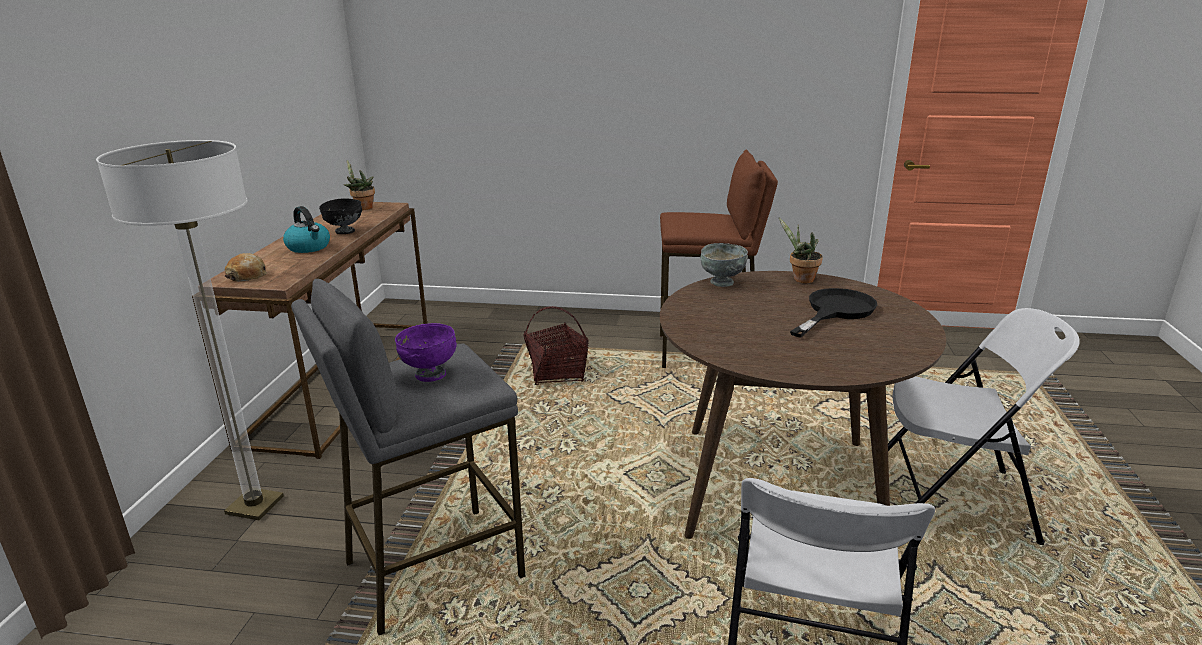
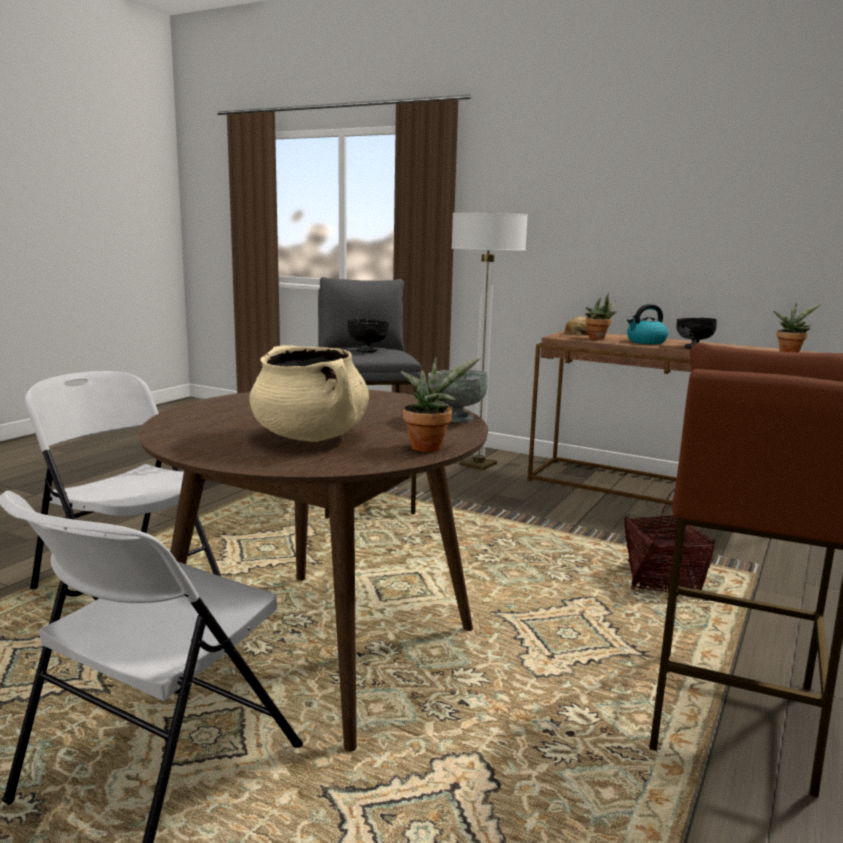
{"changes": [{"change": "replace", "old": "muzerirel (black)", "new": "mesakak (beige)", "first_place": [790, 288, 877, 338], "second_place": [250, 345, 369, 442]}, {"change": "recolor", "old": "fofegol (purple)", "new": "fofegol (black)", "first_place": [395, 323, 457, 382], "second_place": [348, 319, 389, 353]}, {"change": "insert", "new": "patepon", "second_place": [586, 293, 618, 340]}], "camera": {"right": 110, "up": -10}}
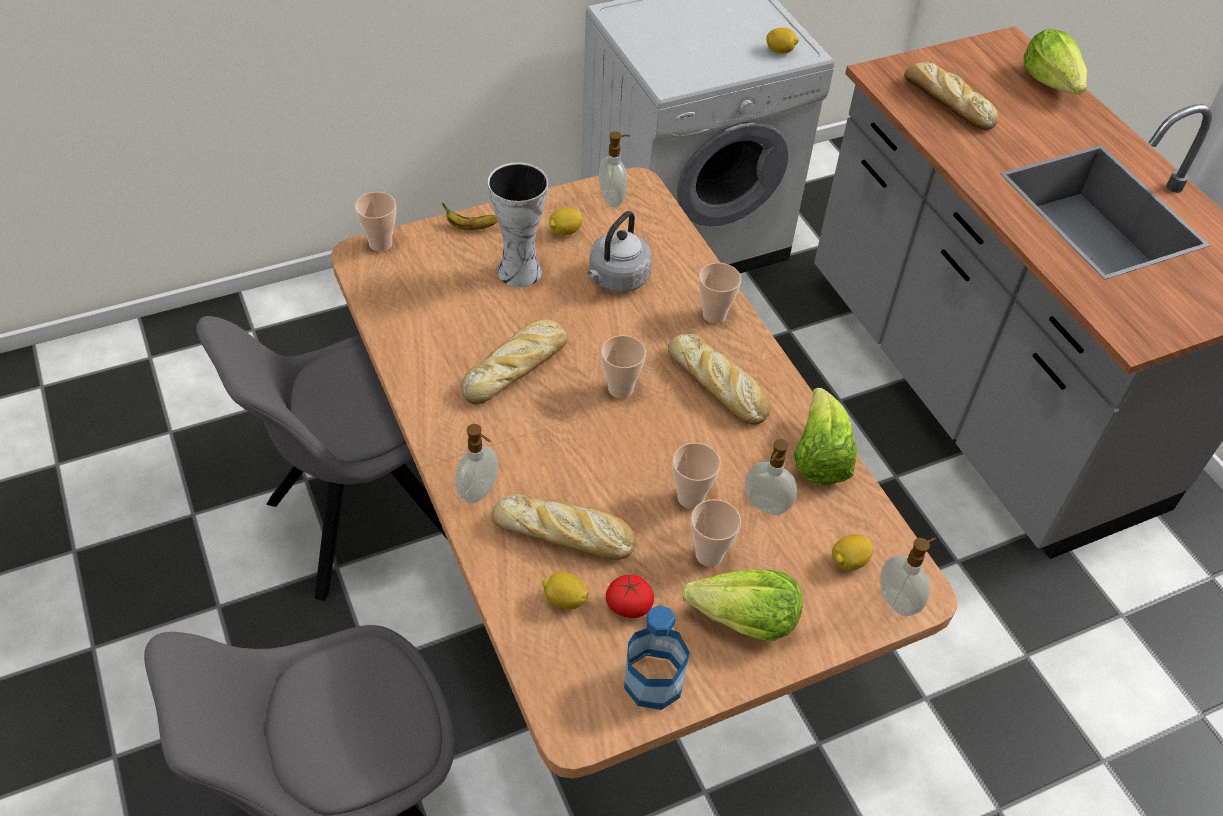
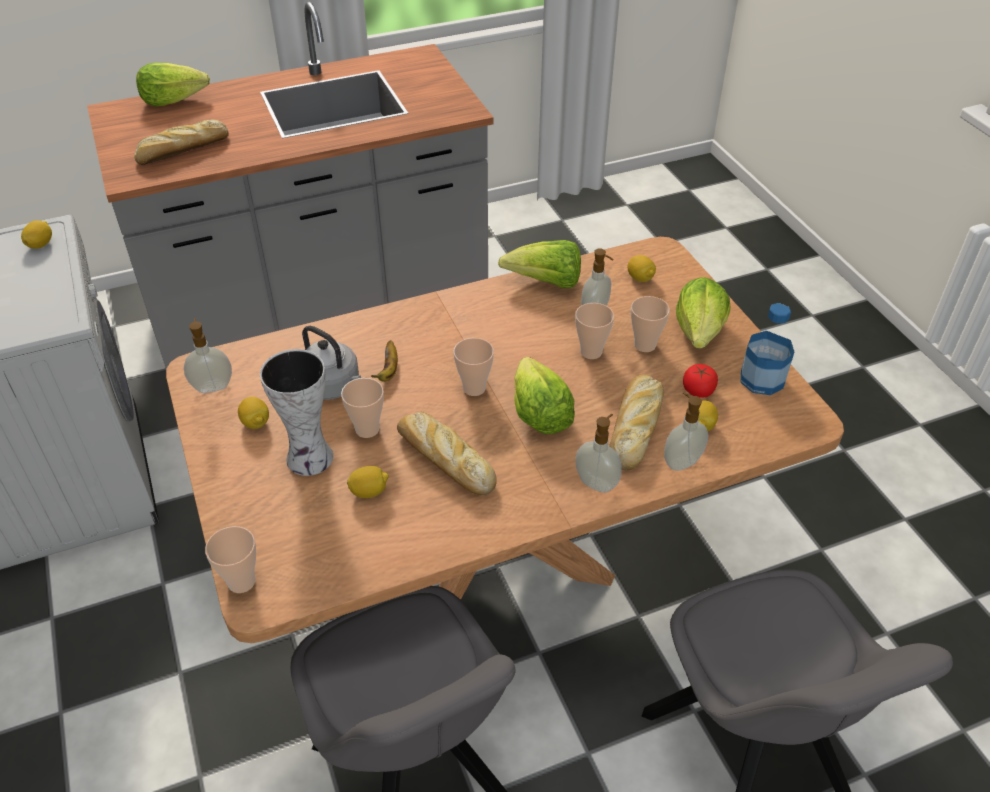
{"changes": [{"change": "move", "old": "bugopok", "first_place": [442, 203, 498, 230], "second_place": [371, 340, 398, 382]}, {"change": "move", "old": "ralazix", "first_place": [699, 263, 741, 324], "second_place": [341, 378, 384, 438]}, {"change": "delete", "old": "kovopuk", "first_place": [668, 334, 770, 425]}, {"change": "move", "old": "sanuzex", "first_place": [880, 537, 937, 616], "second_place": [664, 392, 709, 471]}, {"change": "insert", "new": "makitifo", "second_place": [514, 357, 575, 434]}, {"change": "insert", "new": "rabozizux", "second_place": [347, 466, 389, 498]}], "camera": {"right": -85, "up": -5}}
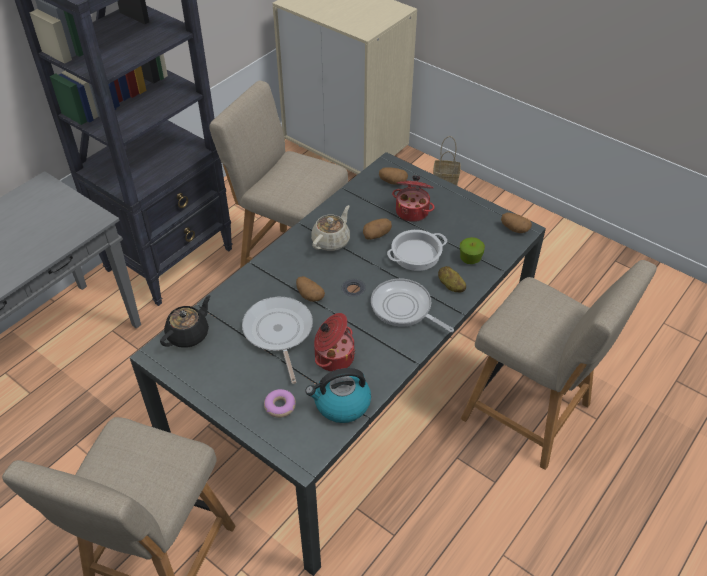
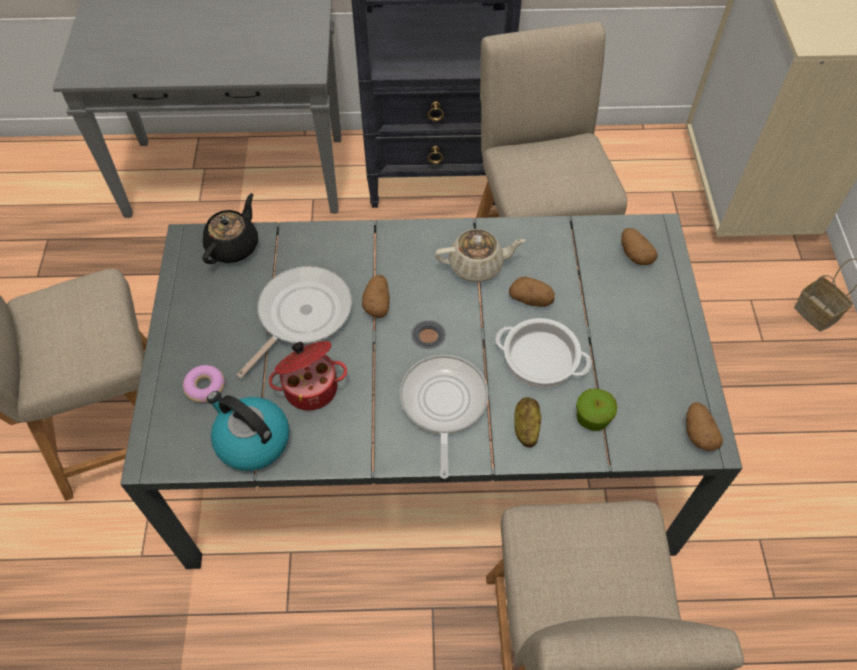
{"changes": [{"change": "delete", "old": "mesakak", "first_place": [392, 176, 435, 222]}, {"change": "rotate", "old": "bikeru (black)", "first_place": [160, 295, 211, 348], "second_place": [202, 193, 258, 264], "degrees": -60}], "camera": {"right": 50, "up": 10}}
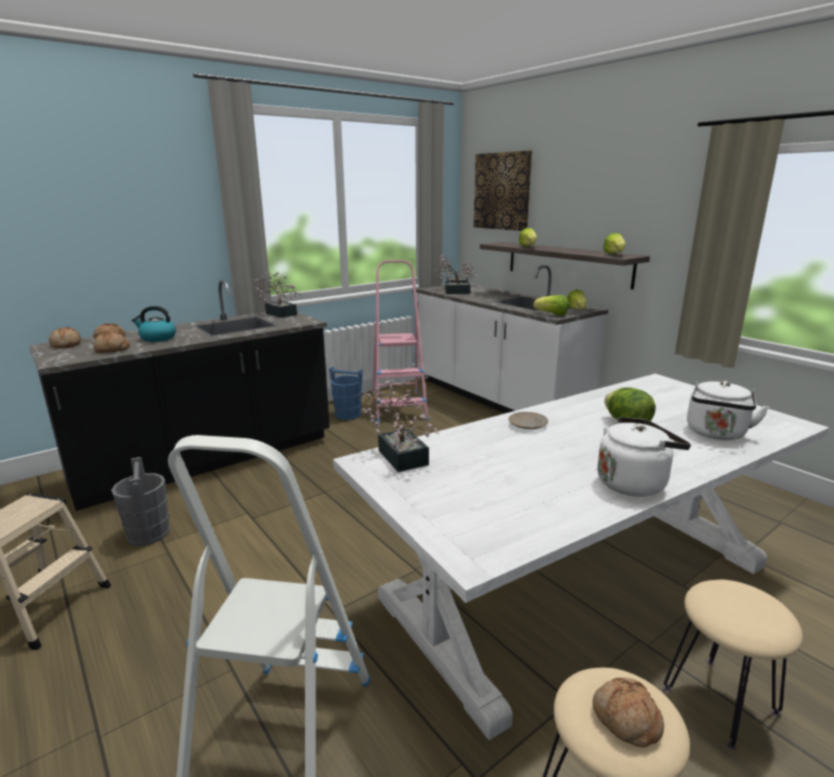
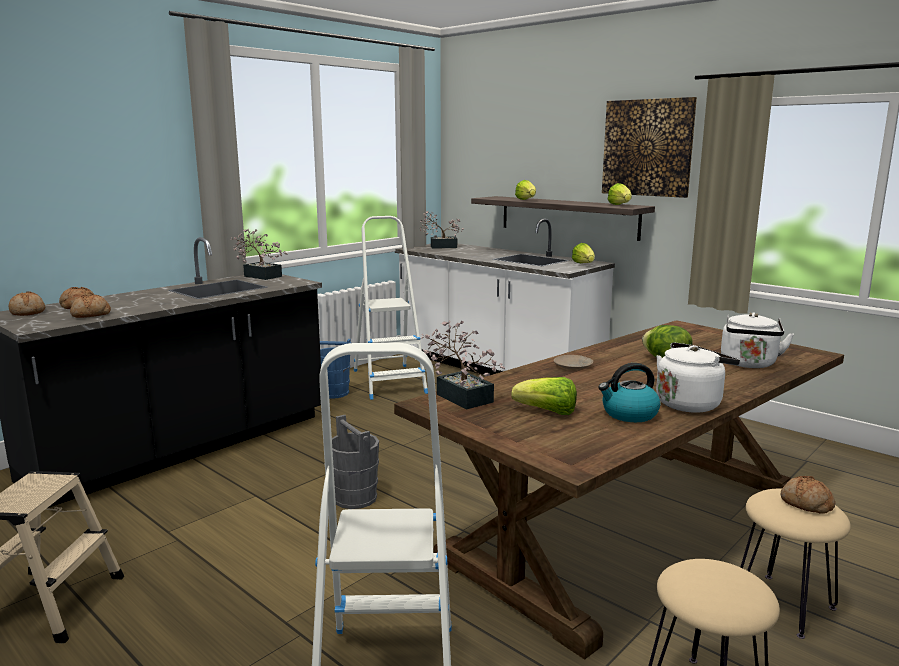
{"changes": [{"change": "move", "old": "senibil", "first_place": [474, 150, 532, 231], "second_place": [602, 97, 697, 198]}, {"change": "delete", "old": "patepon", "first_place": [435, 258, 477, 294]}, {"change": "recolor", "old": "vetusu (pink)", "new": "vetusu (white)", "first_place": [372, 260, 429, 422], "second_place": [354, 216, 428, 400]}, {"change": "move", "old": "makitifo", "first_place": [533, 295, 569, 316], "second_place": [511, 377, 577, 415]}, {"change": "move", "old": "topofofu", "first_place": [132, 306, 176, 342], "second_place": [598, 363, 661, 422]}, {"change": "recolor", "old": "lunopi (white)", "new": "lunopi (brown)", "first_place": [333, 374, 829, 740], "second_place": [394, 320, 844, 660]}, {"change": "move", "old": "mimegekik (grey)", "first_place": [111, 457, 170, 546], "second_place": [332, 415, 379, 509]}, {"change": "move", "old": "kovopuk", "first_place": [592, 677, 664, 748], "second_place": [781, 476, 835, 514]}], "camera": {"right": -10, "up": -5}}
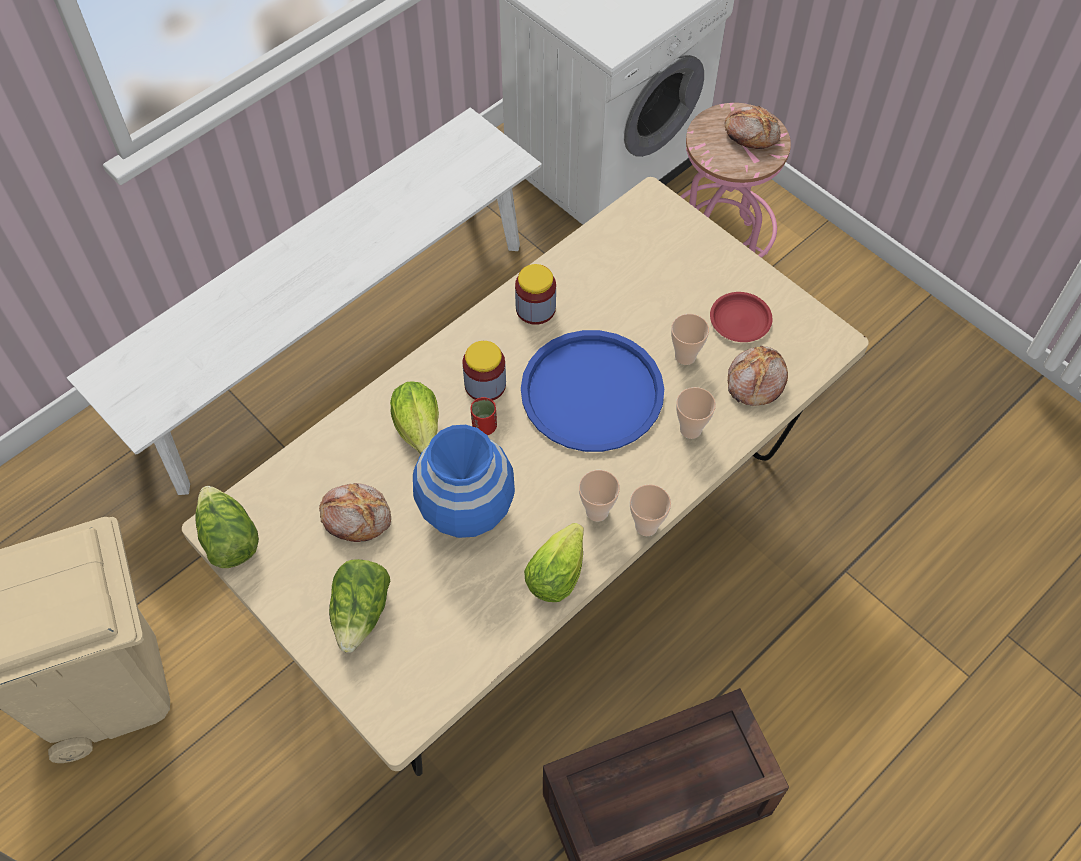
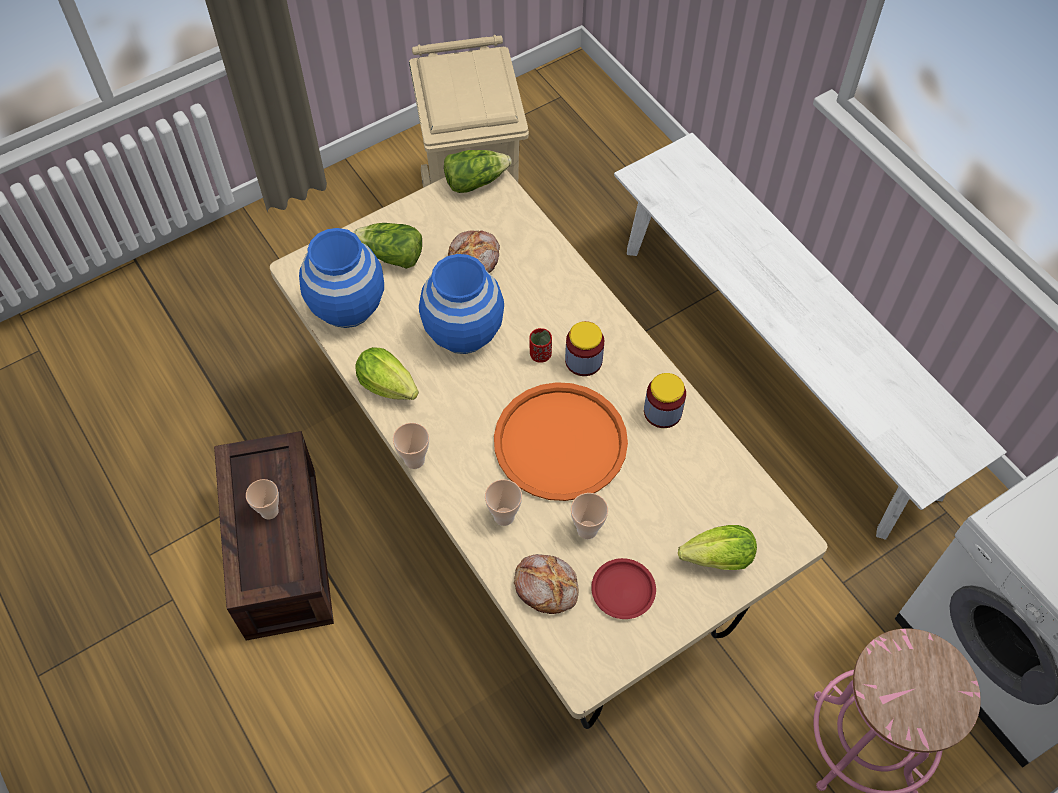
{"changes": [{"change": "delete", "old": "kovopuk", "first_place": [724, 106, 781, 149]}, {"change": "recolor", "old": "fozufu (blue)", "new": "fozufu (orange)", "first_place": [521, 330, 664, 452], "second_place": [494, 382, 628, 501]}, {"change": "move", "old": "makitifo", "first_place": [390, 381, 439, 454], "second_place": [678, 525, 757, 570]}, {"change": "move", "old": "ralazix", "first_place": [579, 470, 620, 522], "second_place": [246, 479, 279, 520]}, {"change": "insert", "new": "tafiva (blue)", "second_place": [299, 228, 384, 328]}], "camera": {"right": 100, "up": 0}}
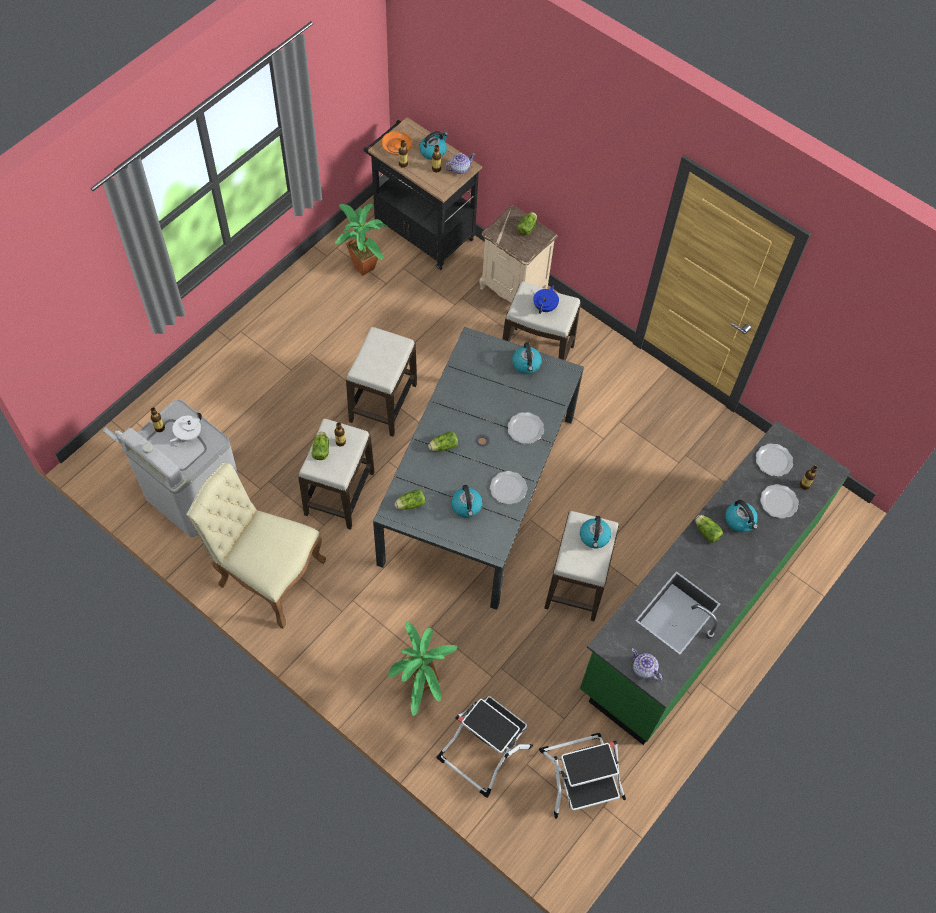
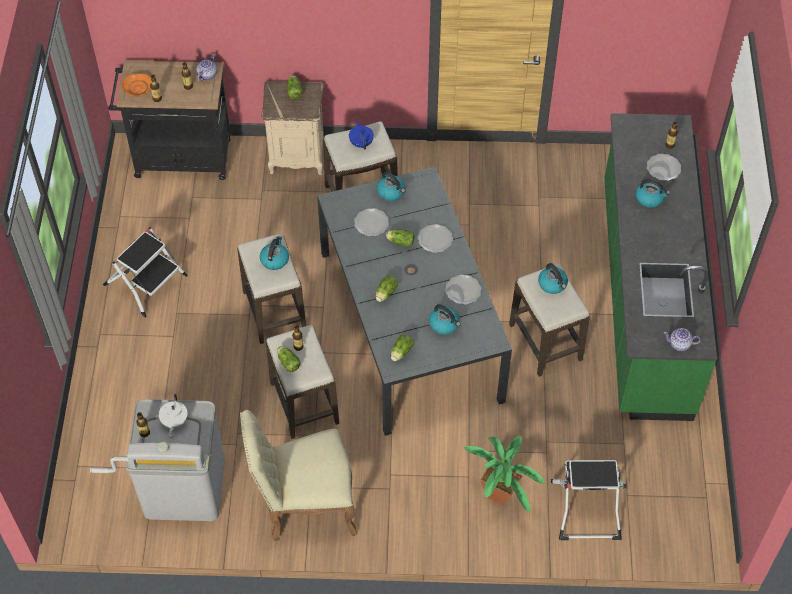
{"changes": [{"change": "move", "old": "topofofu", "first_place": [419, 131, 448, 160], "second_place": [260, 236, 289, 270]}, {"change": "delete", "old": "patepon", "first_place": [335, 204, 388, 276]}, {"change": "move", "old": "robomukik", "first_place": [756, 443, 793, 477], "second_place": [354, 208, 389, 236]}, {"change": "move", "old": "makitifo", "first_place": [695, 515, 723, 543], "second_place": [386, 229, 414, 247]}, {"change": "move", "old": "vetusu", "first_place": [539, 733, 626, 819], "second_place": [103, 227, 188, 318]}], "camera": {"right": -35, "up": -5}}
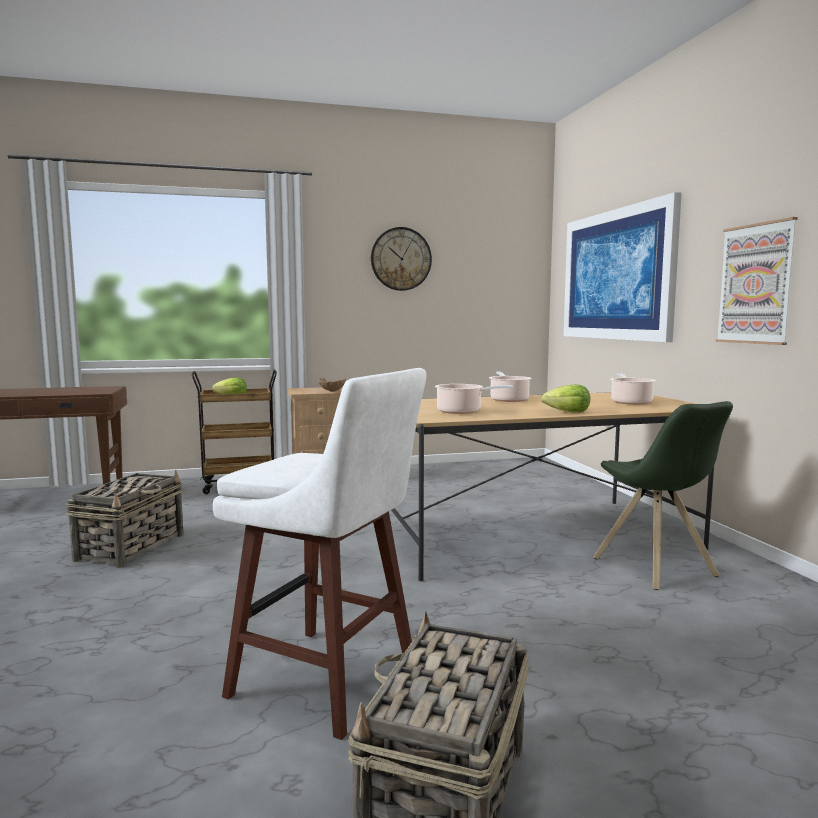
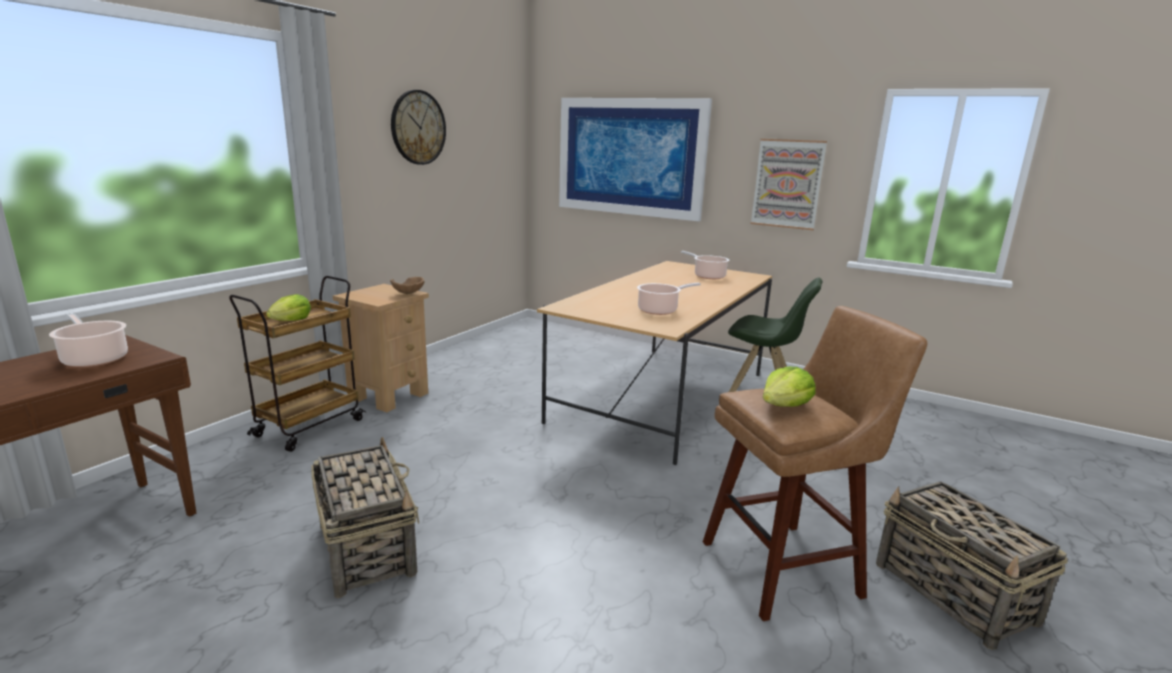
{"changes": [{"change": "recolor", "old": "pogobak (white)", "new": "pogobak (brown)", "first_place": [213, 368, 426, 740], "second_place": [703, 306, 927, 621]}, {"change": "move", "old": "mesakak", "first_place": [489, 372, 532, 402], "second_place": [49, 312, 128, 367]}, {"change": "move", "old": "makitifo", "first_place": [541, 385, 590, 413], "second_place": [763, 367, 816, 407]}], "camera": {"right": -45, "up": 10}}
